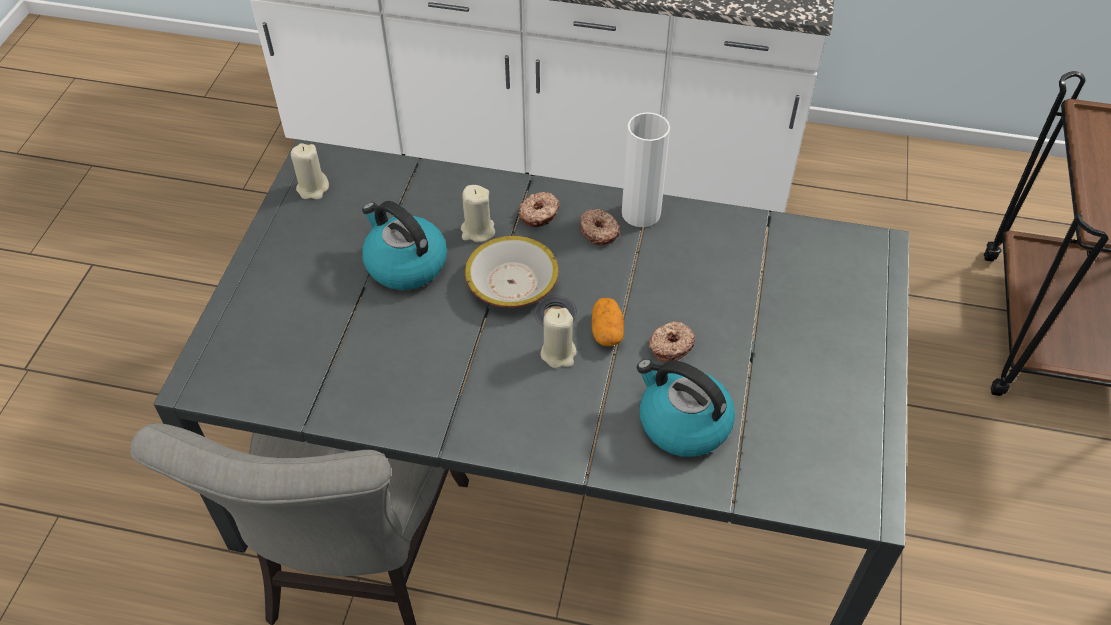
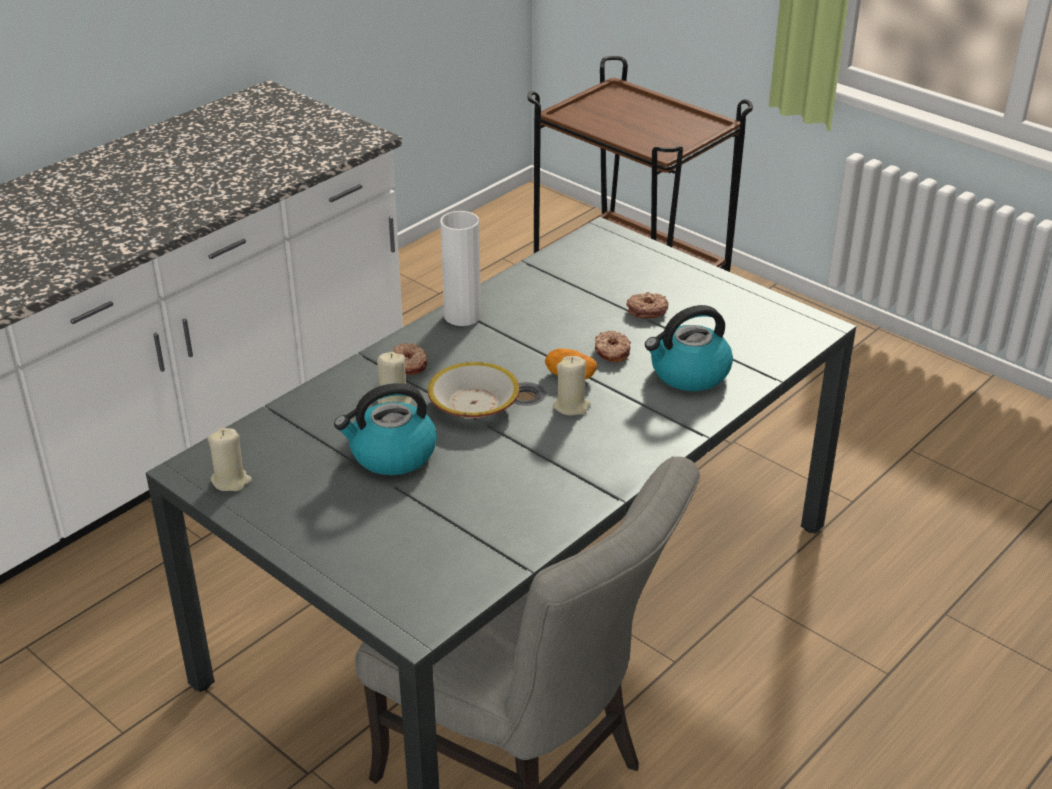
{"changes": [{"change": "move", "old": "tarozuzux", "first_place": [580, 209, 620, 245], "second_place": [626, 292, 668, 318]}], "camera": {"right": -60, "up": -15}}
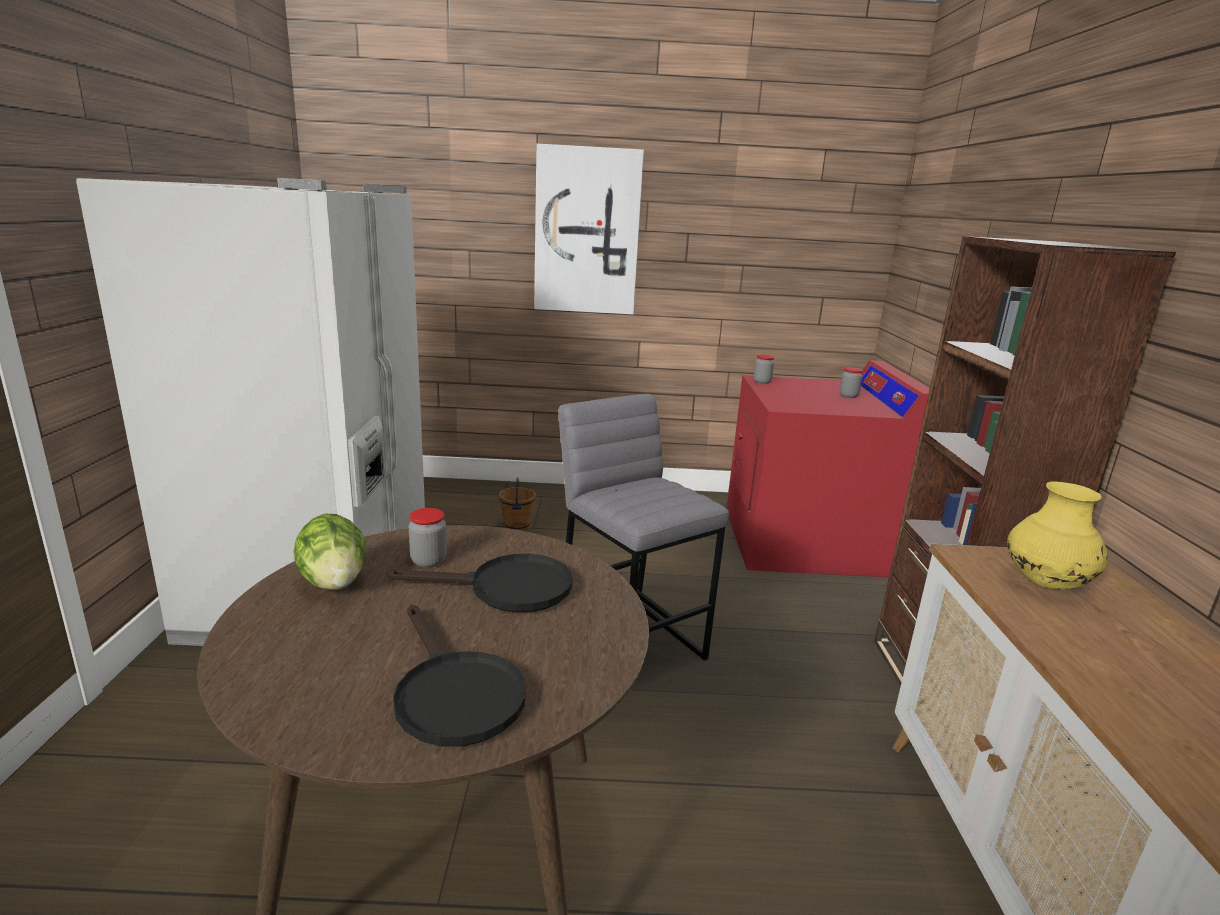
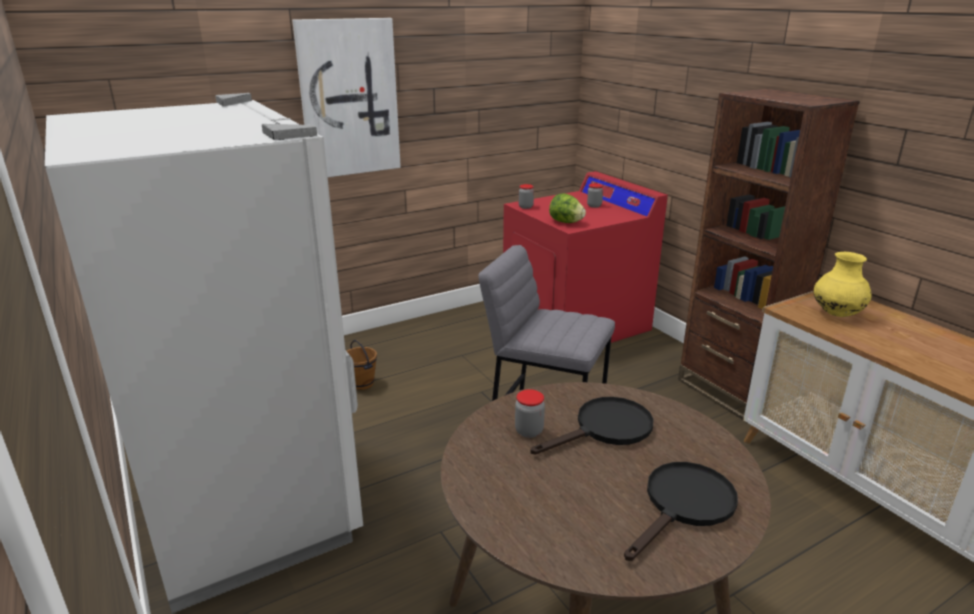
{"changes": [{"change": "move", "old": "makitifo", "first_place": [294, 513, 366, 590], "second_place": [549, 193, 586, 223]}, {"change": "rotate", "old": "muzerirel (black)", "first_place": [393, 604, 526, 747], "second_place": [624, 462, 738, 561], "degrees": -75}], "camera": {"right": -30, "up": 5}}
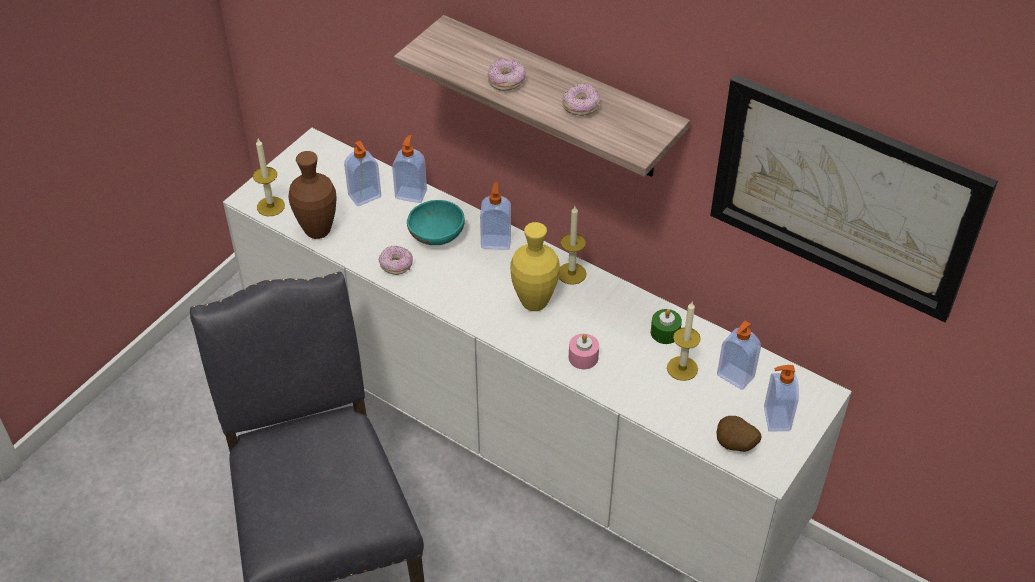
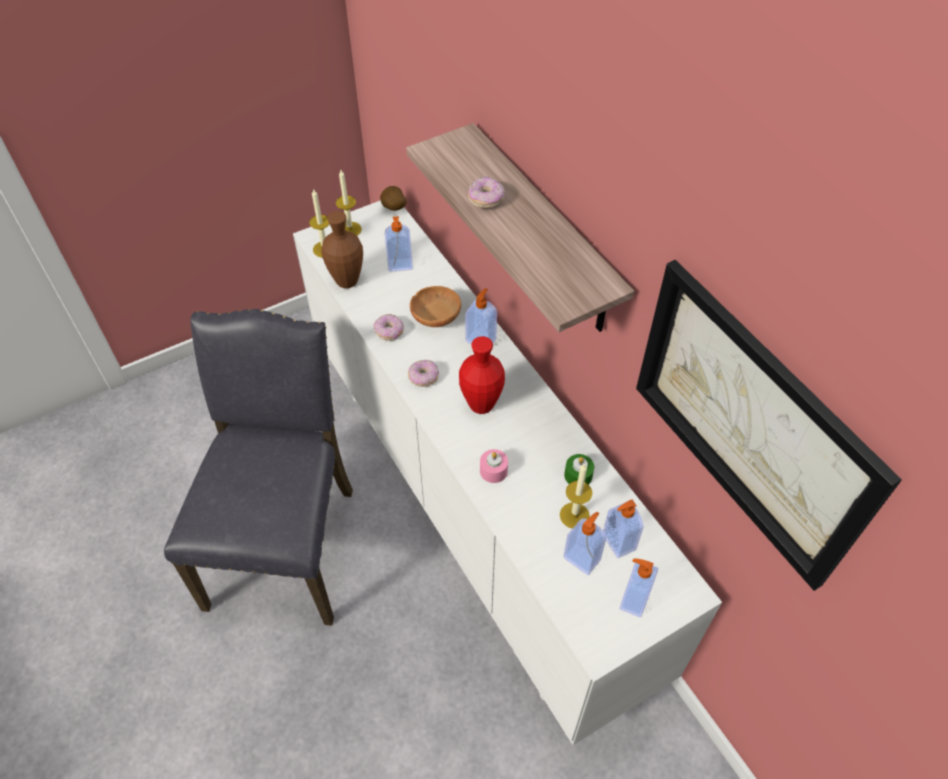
{"changes": [{"change": "move", "old": "tarozuzux", "first_place": [562, 83, 600, 116], "second_place": [408, 360, 439, 387]}, {"change": "move", "old": "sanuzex", "first_place": [392, 135, 427, 203], "second_place": [563, 512, 606, 575]}, {"change": "recolor", "old": "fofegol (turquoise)", "new": "fofegol (brown)", "first_place": [407, 200, 465, 245], "second_place": [410, 286, 461, 327]}, {"change": "move", "old": "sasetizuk", "first_place": [559, 206, 586, 285], "second_place": [336, 170, 362, 236]}, {"change": "recolor", "old": "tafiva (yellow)", "new": "tafiva (red)", "first_place": [510, 222, 560, 311], "second_place": [459, 336, 505, 414]}, {"change": "move", "old": "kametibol", "first_place": [716, 416, 762, 452], "second_place": [380, 186, 407, 211]}], "camera": {"right": 25, "up": 5}}
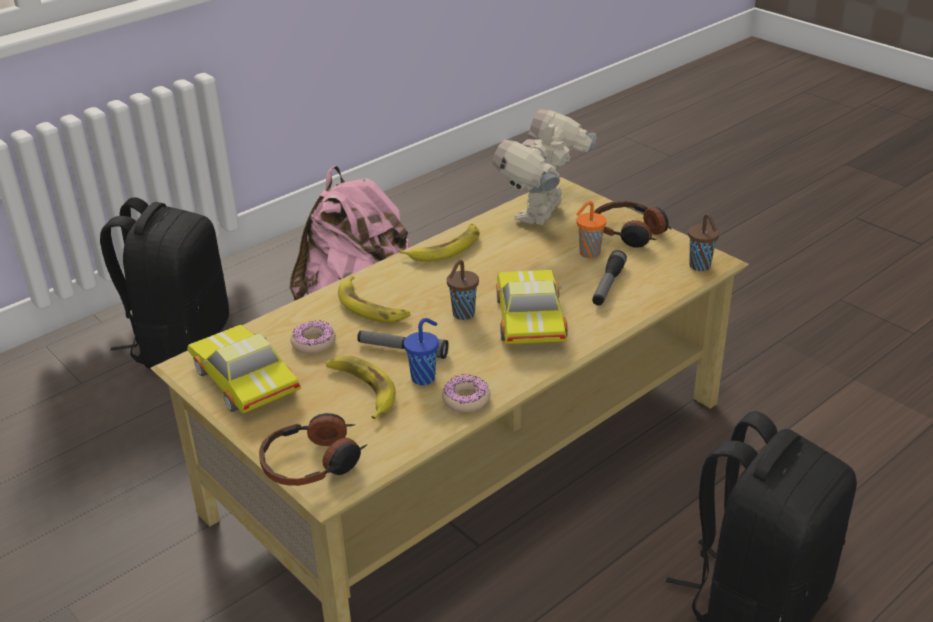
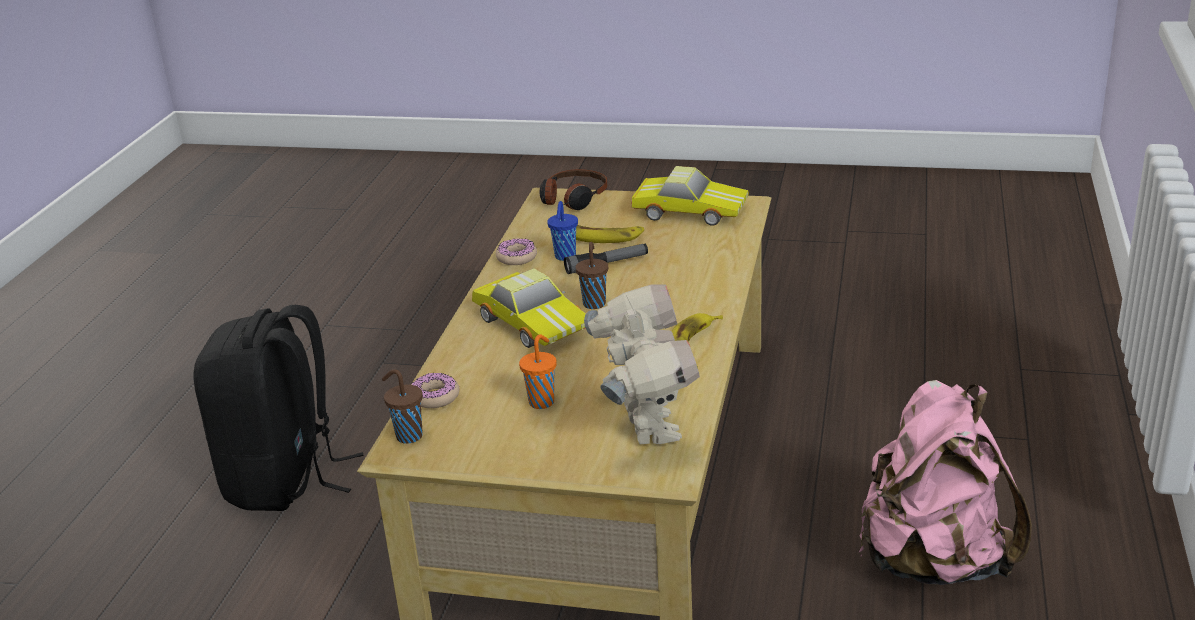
{"changes": [{"change": "delete", "old": "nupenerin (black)", "first_place": [100, 198, 229, 369]}, {"change": "delete", "old": "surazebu", "first_place": [594, 201, 672, 248]}, {"change": "delete", "old": "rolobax", "first_place": [592, 250, 627, 305]}, {"change": "delete", "old": "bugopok", "first_place": [338, 276, 410, 323]}, {"change": "move", "old": "tarozuzux", "first_place": [290, 321, 336, 354], "second_place": [411, 373, 459, 408]}], "camera": {"right": 145, "up": -5}}
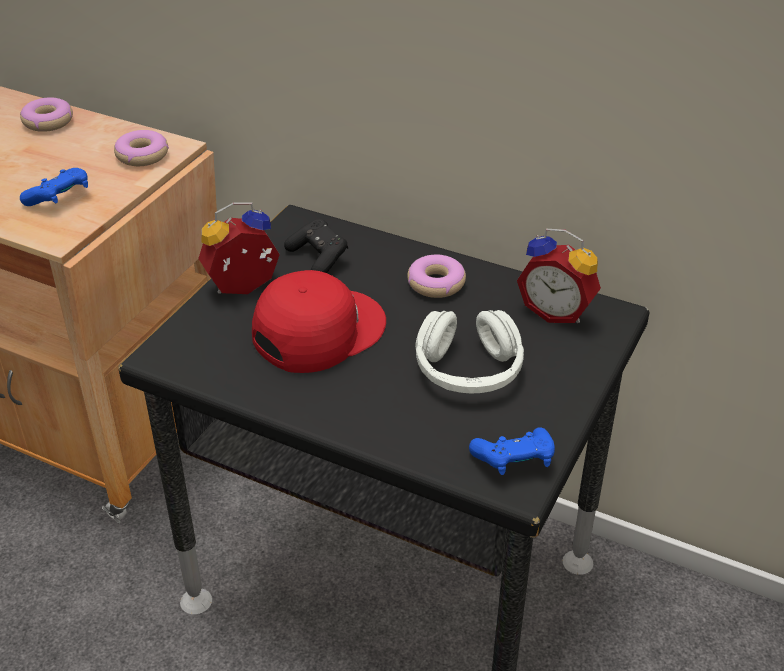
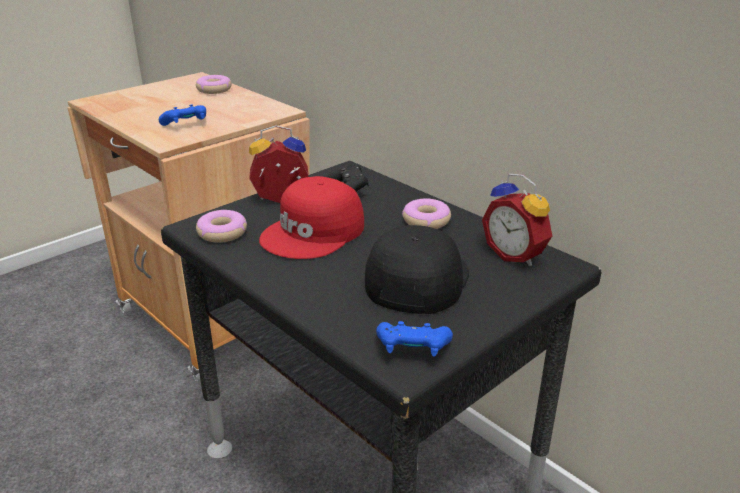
{"changes": [{"change": "move", "old": "tarozuzux", "first_place": [114, 130, 169, 166], "second_place": [196, 210, 247, 243]}, {"change": "rotate", "old": "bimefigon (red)", "first_place": [252, 270, 386, 373], "second_place": [259, 176, 364, 259], "degrees": 150}, {"change": "replace", "old": "surazebu (white)", "new": "bimefigon (black)", "first_place": [415, 310, 524, 394], "second_place": [365, 225, 469, 314]}], "camera": {"right": 20, "up": -10}}
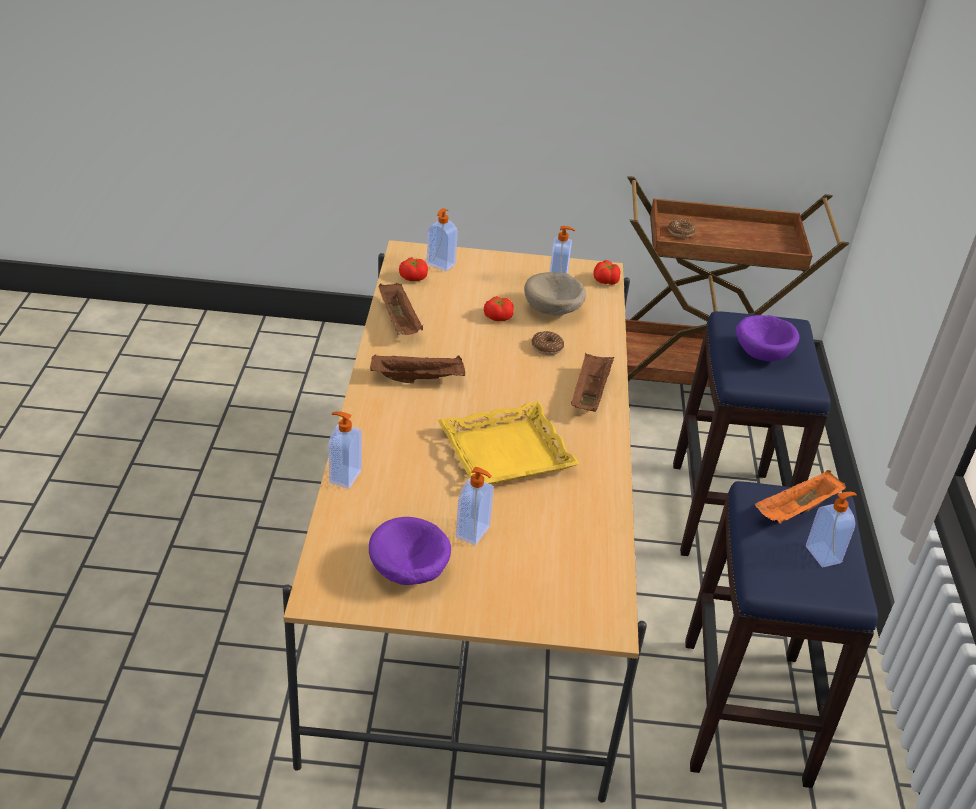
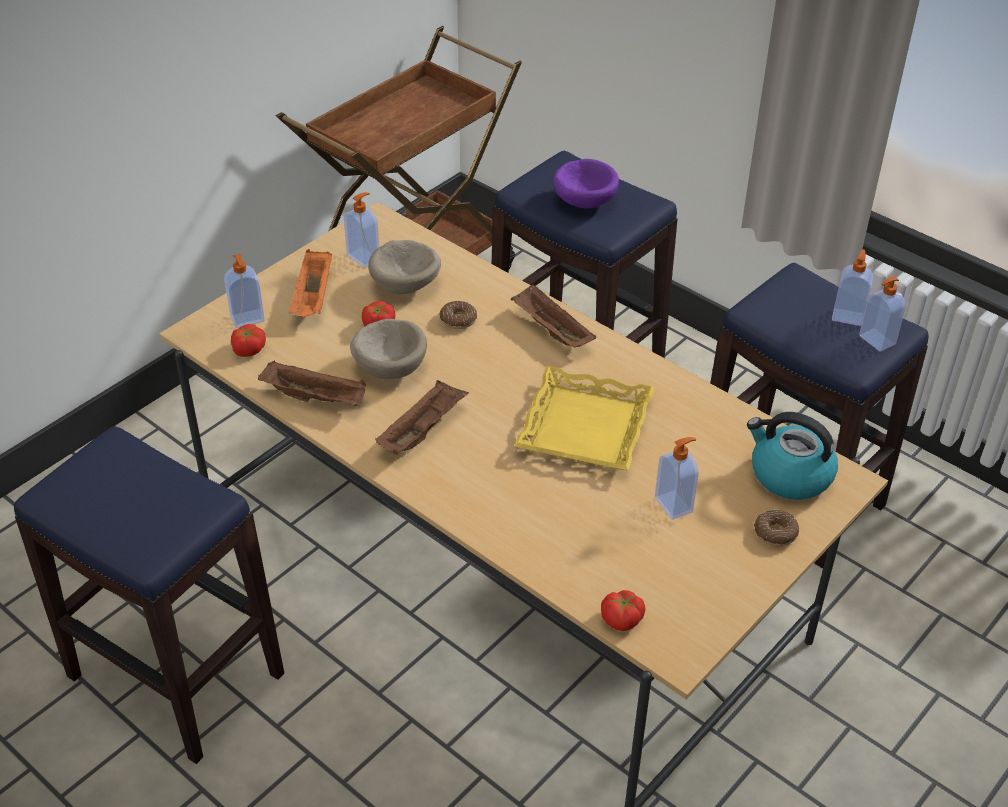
{"changes": [{"change": "move", "old": "tarozuzux", "first_place": [668, 219, 696, 238], "second_place": [754, 509, 799, 546]}, {"change": "move", "old": "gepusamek", "first_place": [593, 260, 620, 285], "second_place": [601, 590, 646, 631]}, {"change": "move", "old": "sanuzex", "first_place": [328, 411, 362, 489], "second_place": [859, 276, 906, 352]}, {"change": "move", "old": "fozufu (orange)", "first_place": [755, 470, 846, 524], "second_place": [288, 249, 332, 316]}, {"change": "delete", "old": "fofegol (purple)", "first_place": [369, 517, 451, 585]}, {"change": "insert", "new": "fofegol (beige)", "second_place": [350, 319, 427, 379]}, {"change": "insert", "new": "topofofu", "second_place": [747, 412, 838, 500]}, {"change": "insert", "new": "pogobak", "second_place": [14, 426, 284, 764]}], "camera": {"right": -50, "up": 5}}
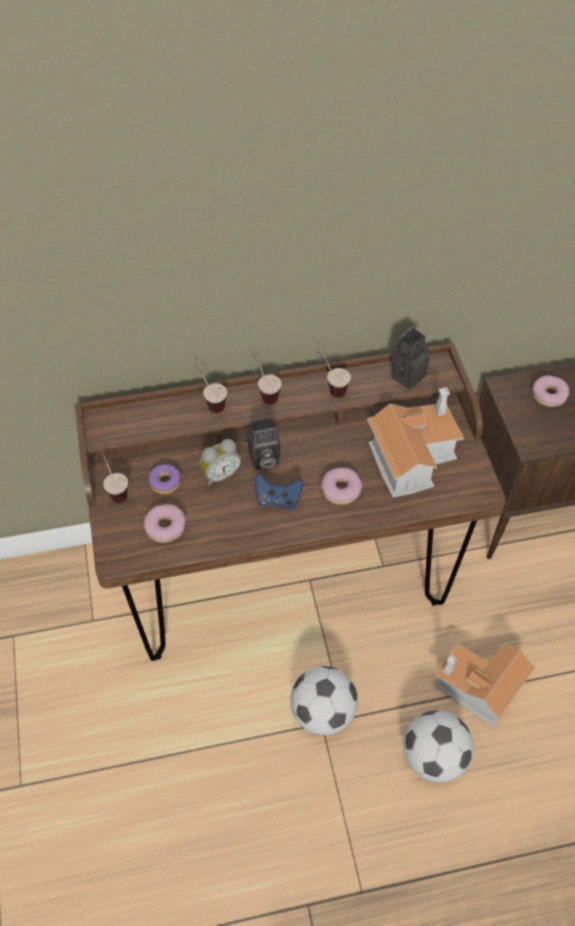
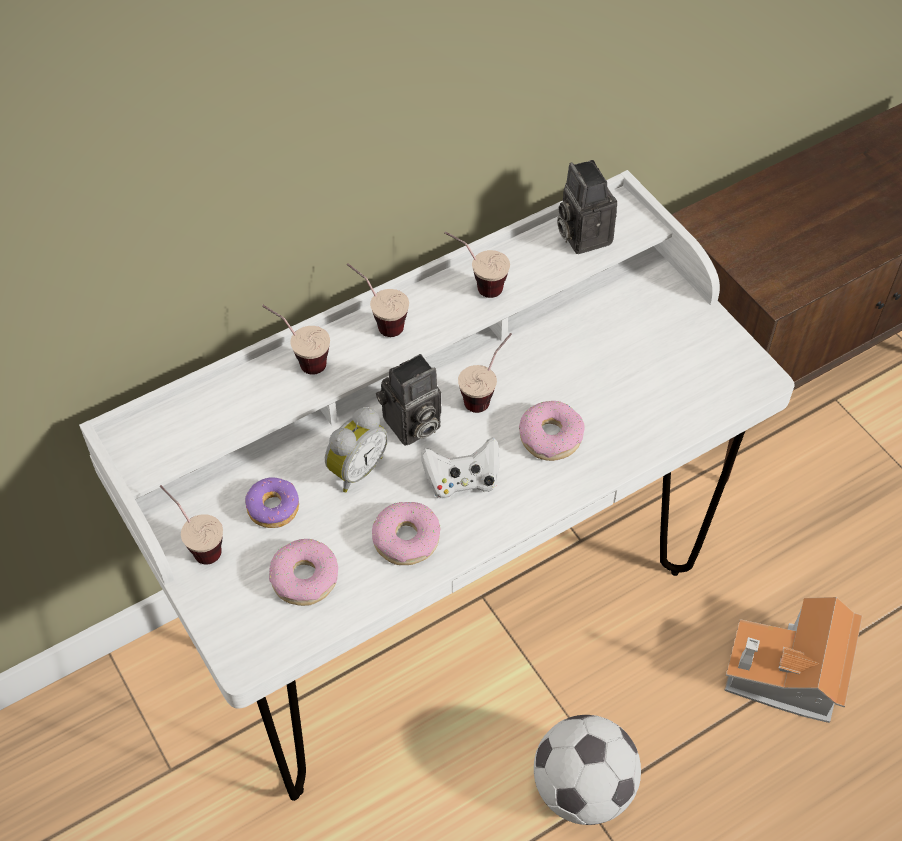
{"changes": [{"change": "rotate", "old": "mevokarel", "first_place": [391, 326, 431, 390], "second_place": [557, 160, 617, 254], "degrees": -45}, {"change": "recolor", "old": "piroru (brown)", "new": "piroru (white)", "first_place": [74, 343, 506, 661], "second_place": [79, 170, 795, 801]}, {"change": "move", "old": "tarozuzux", "first_place": [532, 375, 569, 407], "second_place": [372, 502, 440, 565]}, {"change": "delete", "old": "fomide", "first_place": [367, 387, 464, 497]}, {"change": "recolor", "old": "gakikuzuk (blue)", "new": "gakikuzuk (white)", "first_place": [255, 474, 303, 510], "second_place": [422, 437, 500, 499]}, {"change": "delete", "old": "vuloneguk", "first_place": [403, 710, 474, 783]}, {"change": "insert", "new": "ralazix", "second_place": [458, 333, 512, 413]}], "camera": {"right": -20, "up": 0}}
